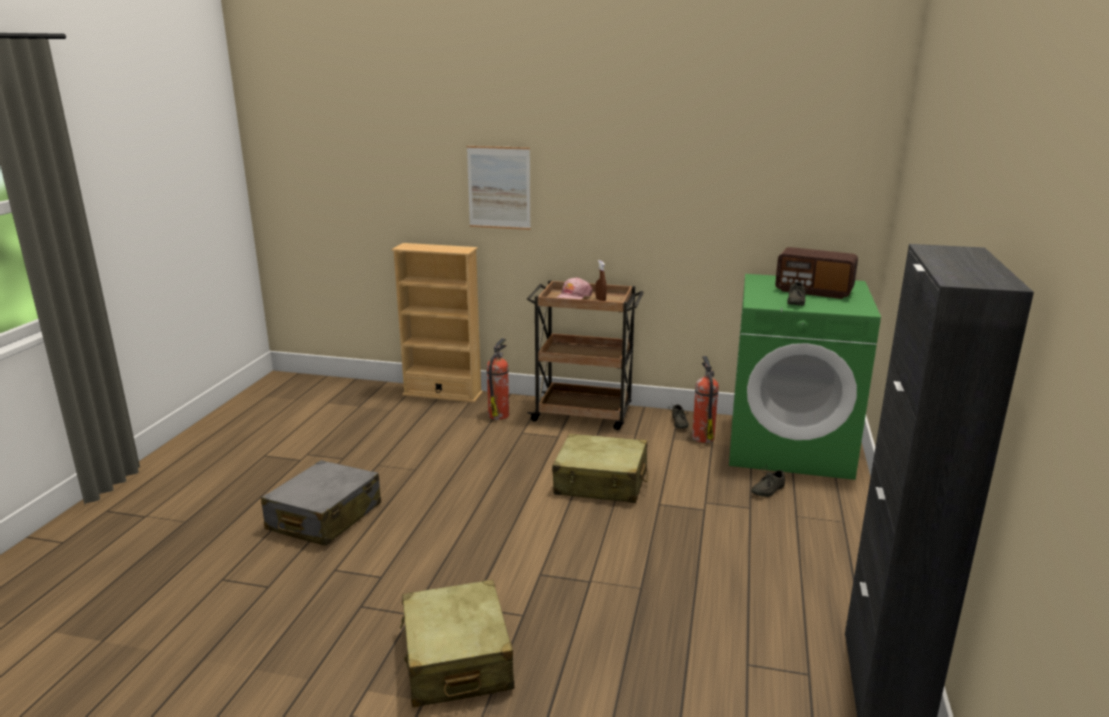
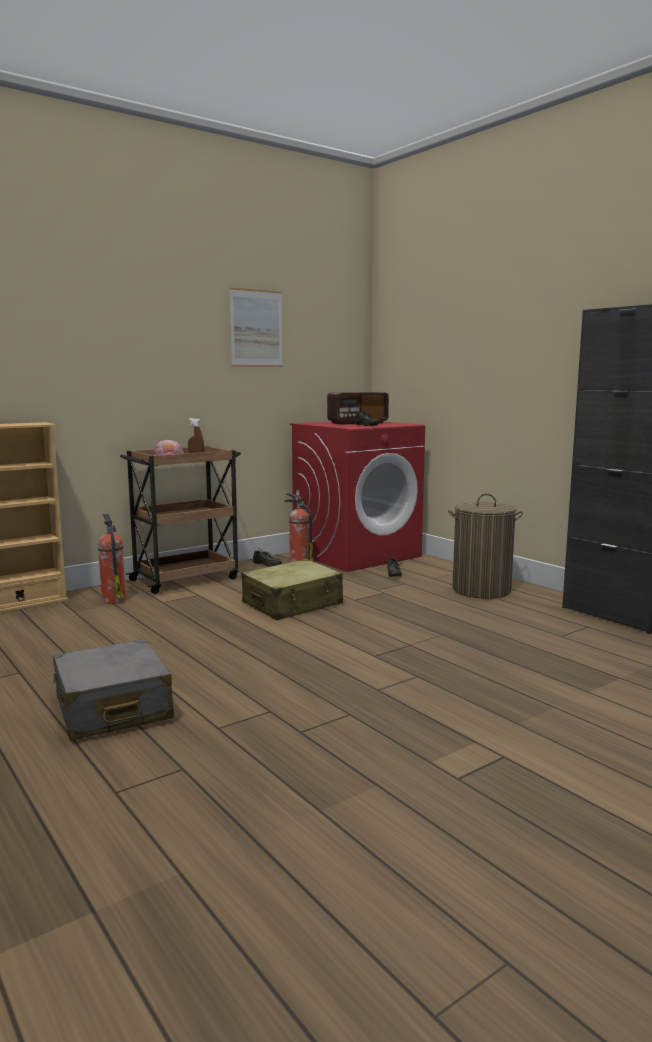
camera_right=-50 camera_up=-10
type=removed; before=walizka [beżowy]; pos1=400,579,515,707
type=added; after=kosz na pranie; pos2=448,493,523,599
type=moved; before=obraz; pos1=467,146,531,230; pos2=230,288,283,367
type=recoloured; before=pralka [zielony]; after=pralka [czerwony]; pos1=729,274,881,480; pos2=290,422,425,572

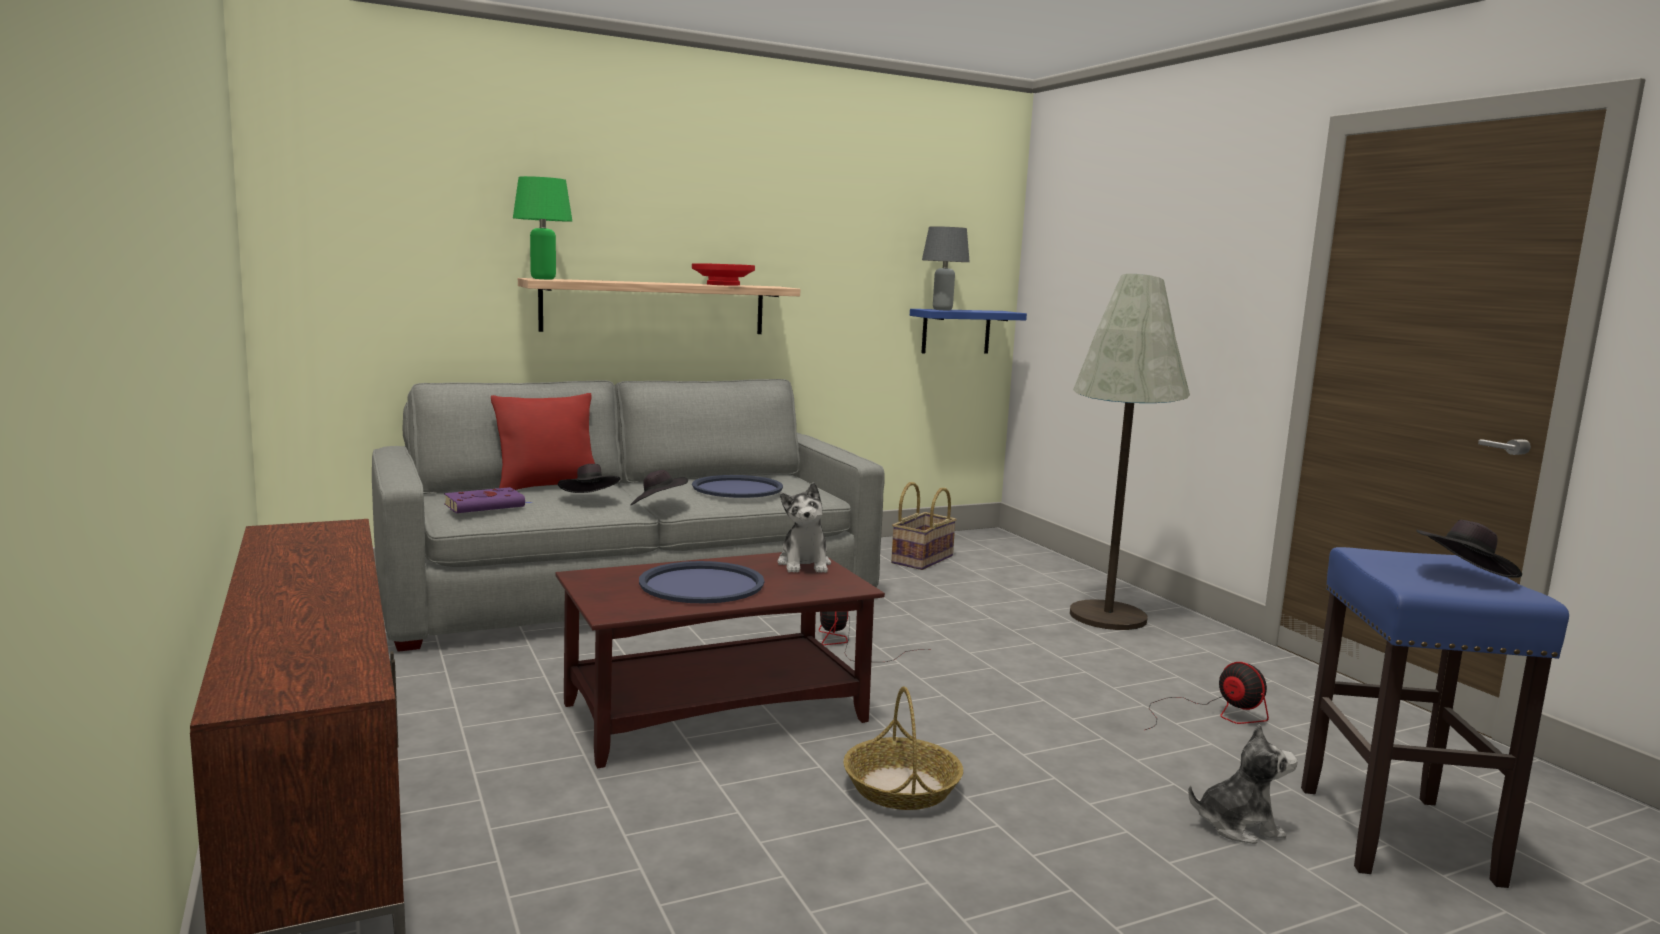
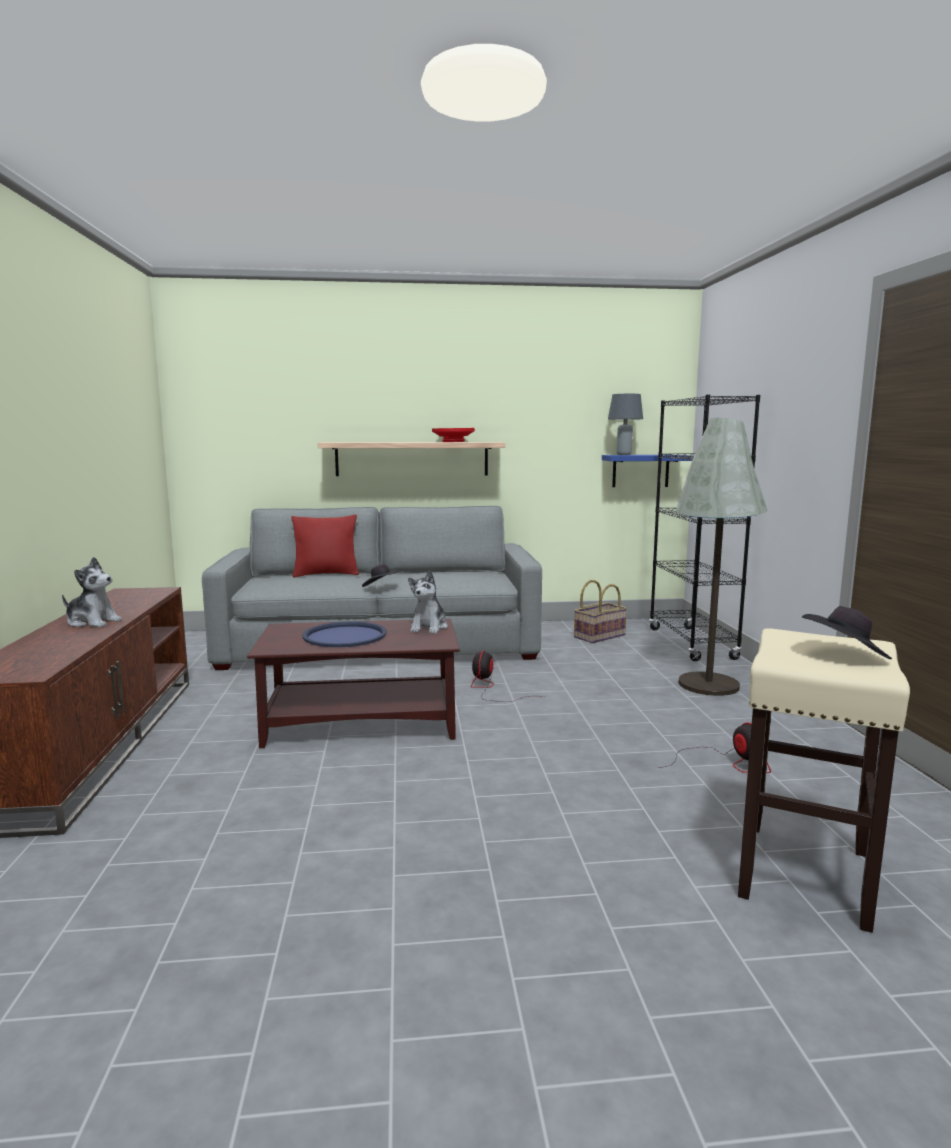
camera_right=20 camera_up=0
type=removed; before=książka [fioletowy]; pos1=444,487,531,513
type=removed; before=lampa stołowa [zielony]; pos1=513,176,572,280
type=removed; before=kapelusz [czarny]; pos1=558,464,621,493
type=removed; before=taca [niebieski]; pos1=692,475,783,498
type=removed; before=koszyk; pos1=843,687,963,810
type=added; after=regał [czarny]; pos2=649,395,760,661
type=moved; before=pluszak; pos1=1188,724,1297,844; pos2=62,557,122,627
type=recoloured; before=stołek [niebieski]; after=stołek [beżowy]; pos1=1301,547,1569,888; pos2=738,629,910,933

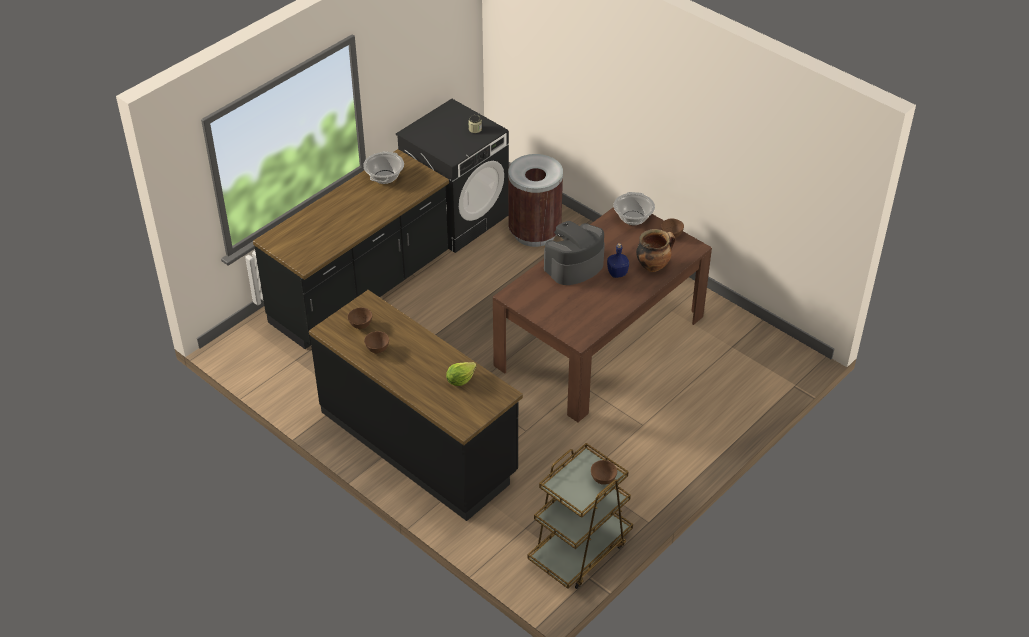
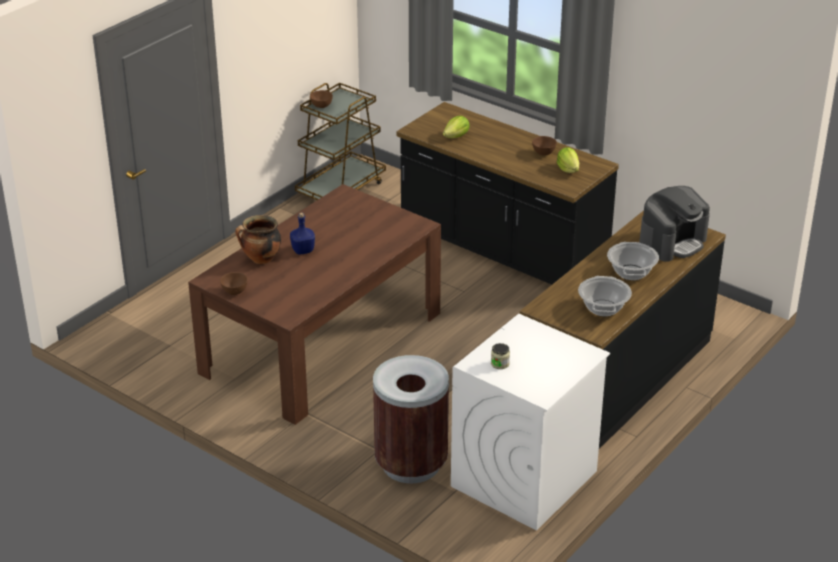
camera_right=175 camera_up=-10
type=moved; before=ekspres do kawy; pos1=544,221,605,285; pos2=639,186,710,262
type=moved; before=garnek; pos1=613,192,655,225; pos2=607,242,659,280
type=replaced; before=miska [brązowy]; after=sałata; pos1=348,307,372,329; pos2=557,147,579,173
type=recoloured; before=pralka [czarny]; after=pralka [biały]; pos1=396,99,509,253; pos2=451,314,610,531

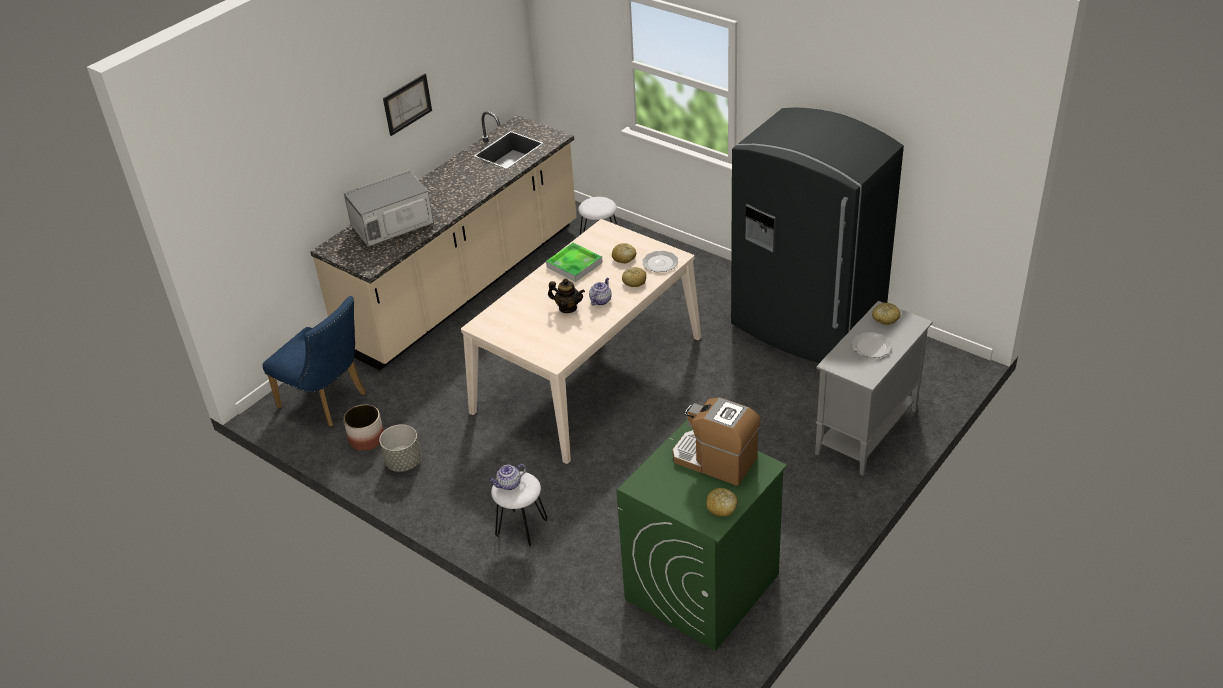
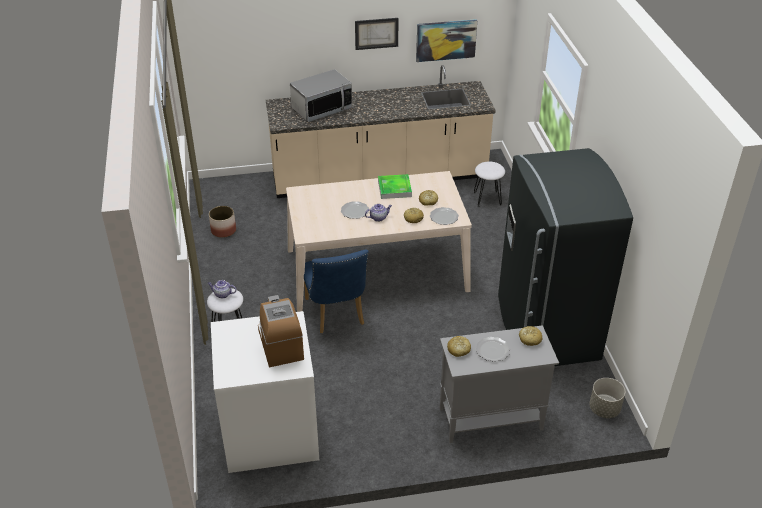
camera_right=40 camera_up=0
type=added; after=obraz; pos2=416,19,477,62
type=moved; before=krzesło [niebieski]; pos1=262,296,366,427; pos2=304,249,369,333
type=moved; before=donica [szary]; pos1=379,424,421,472; pos2=590,378,625,418
type=moved; before=chleb; pos1=706,488,738,517; pos2=447,336,471,357
type=replaced; before=imbryk; after=talerz; pos1=548,278,585,313; pos2=341,201,369,219
type=recoloured; before=pralka [zielony]; after=pralka [biały]; pos1=616,420,787,651; pos2=211,311,319,473
type=turned; before=mikrofalówka; pos1=344,170,434,247; pos2=290,69,352,122; turn=135

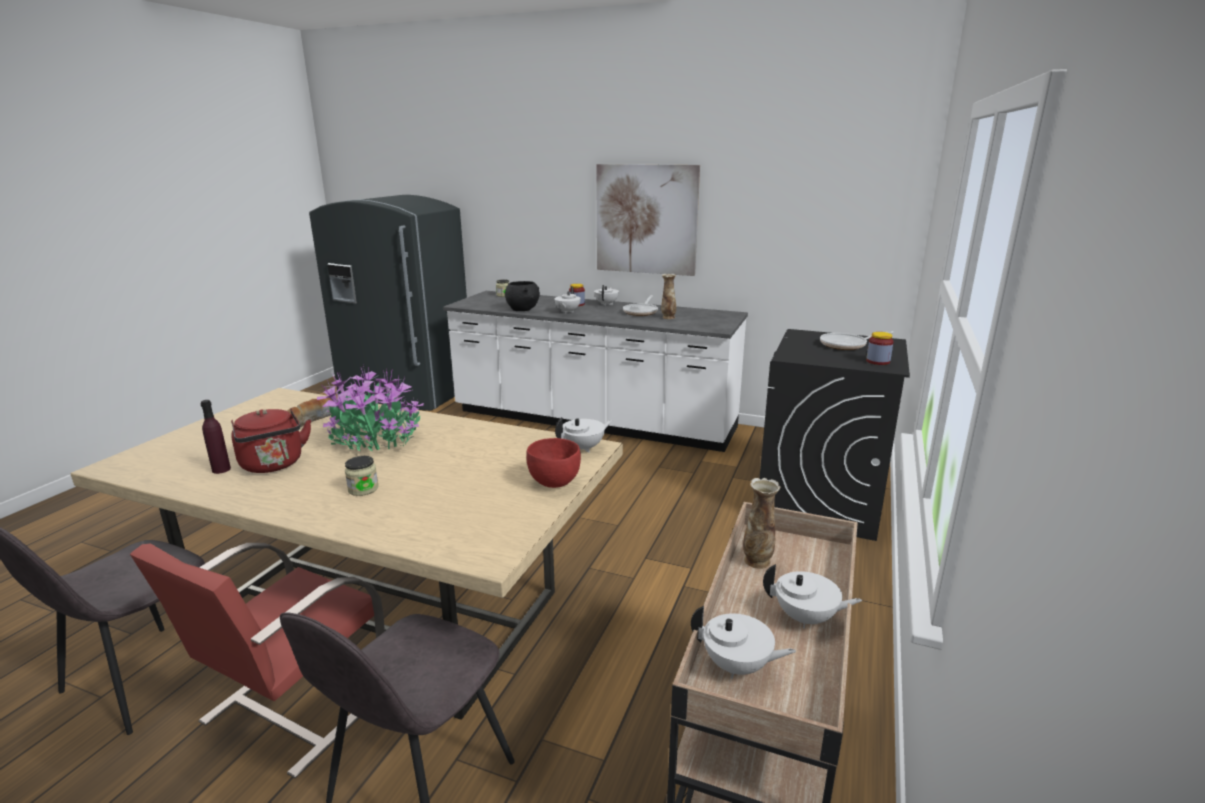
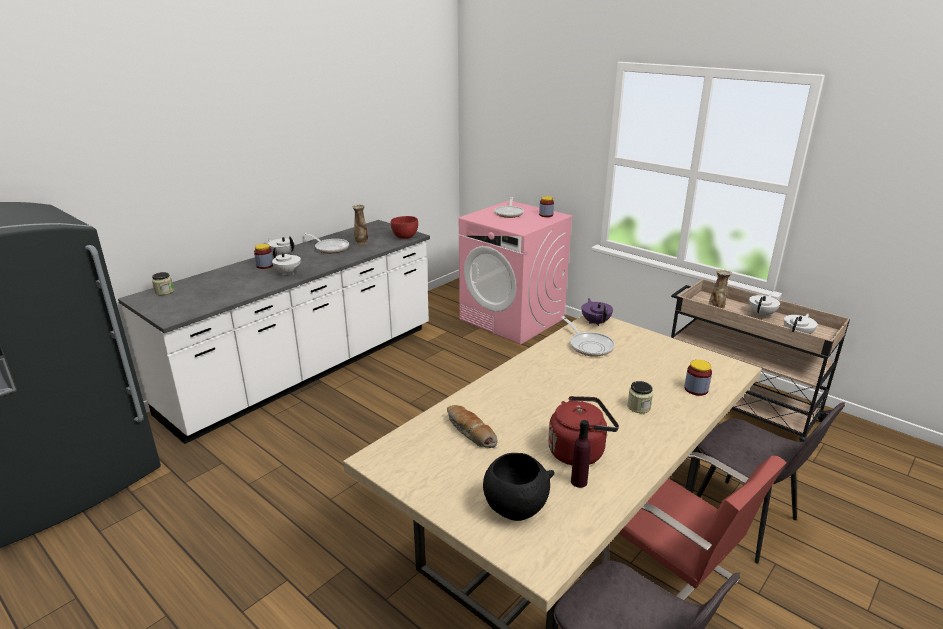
camera_right=-70 camera_up=5
type=removed; before=roślina doniczkowa; pos1=317,366,424,452
type=removed; before=obraz; pos1=596,164,700,276
type=added; after=patelnia; pos2=561,316,615,357
type=added; after=słoik; pos2=684,360,712,396
type=moved; before=miska [czarny]; pos1=505,281,540,311; pos2=483,453,554,521
type=moved; before=miska [czerwony]; pos1=526,438,581,488; pos2=391,216,418,239
type=recoloured; before=imbryk [biały]; after=imbryk [fioletowy]; pos1=555,417,613,453; pos2=582,298,613,326
type=recoloured; before=pralka [czarny]; after=pralka [różowy]; pos1=759,329,910,541; pos2=459,201,573,344

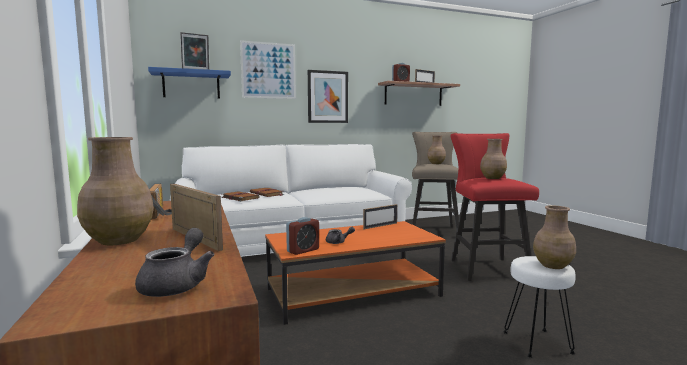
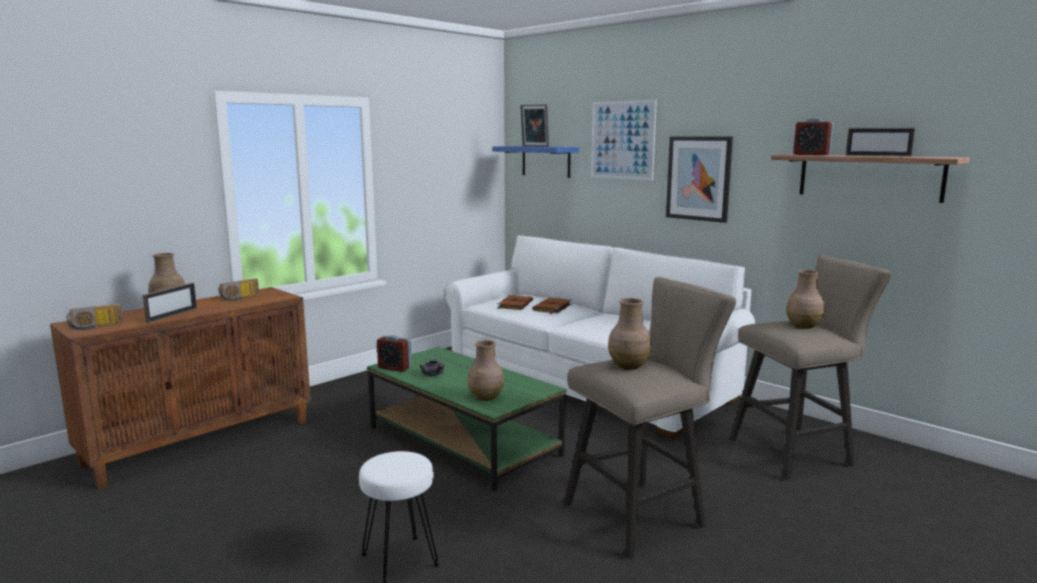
camera_right=65 camera_up=5
type=removed; before=ramka na zdjęcie; pos1=363,204,397,229
type=moved; before=wazon [brązowy]; pos1=533,205,576,269; pos2=468,340,504,401
type=replaced; before=imbryk [szary]; after=radio; pos1=135,228,214,297; pos2=67,304,123,330
type=recoloured; before=ława [pomarańczowy]; after=ława [zielony]; pos1=265,221,446,325; pos2=367,347,567,492
type=recoloured; before=stołek [czerwony]; after=stołek [beżowy]; pos1=450,133,539,281; pos2=564,277,736,559

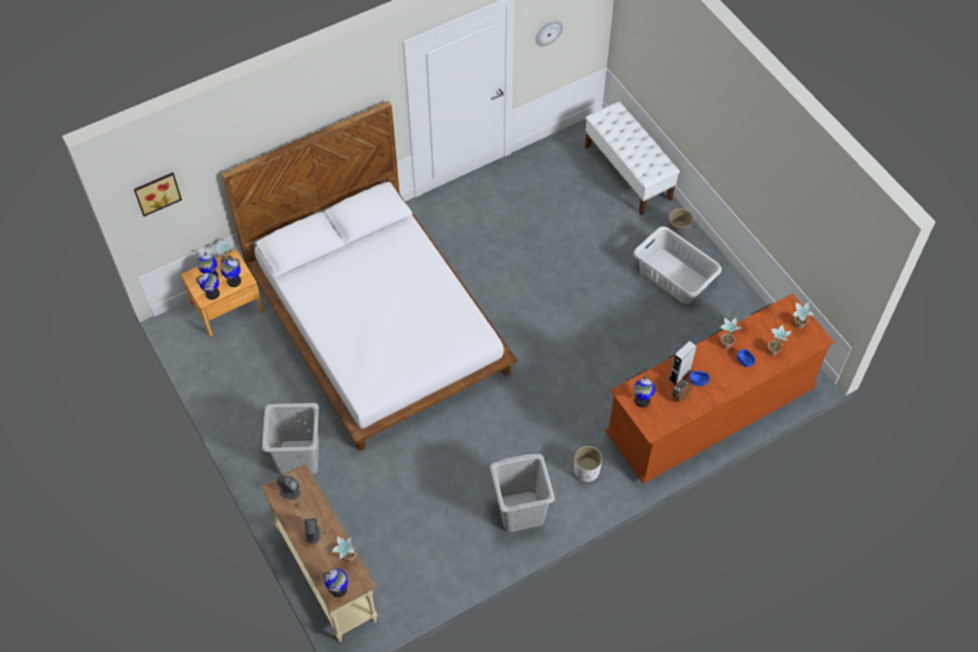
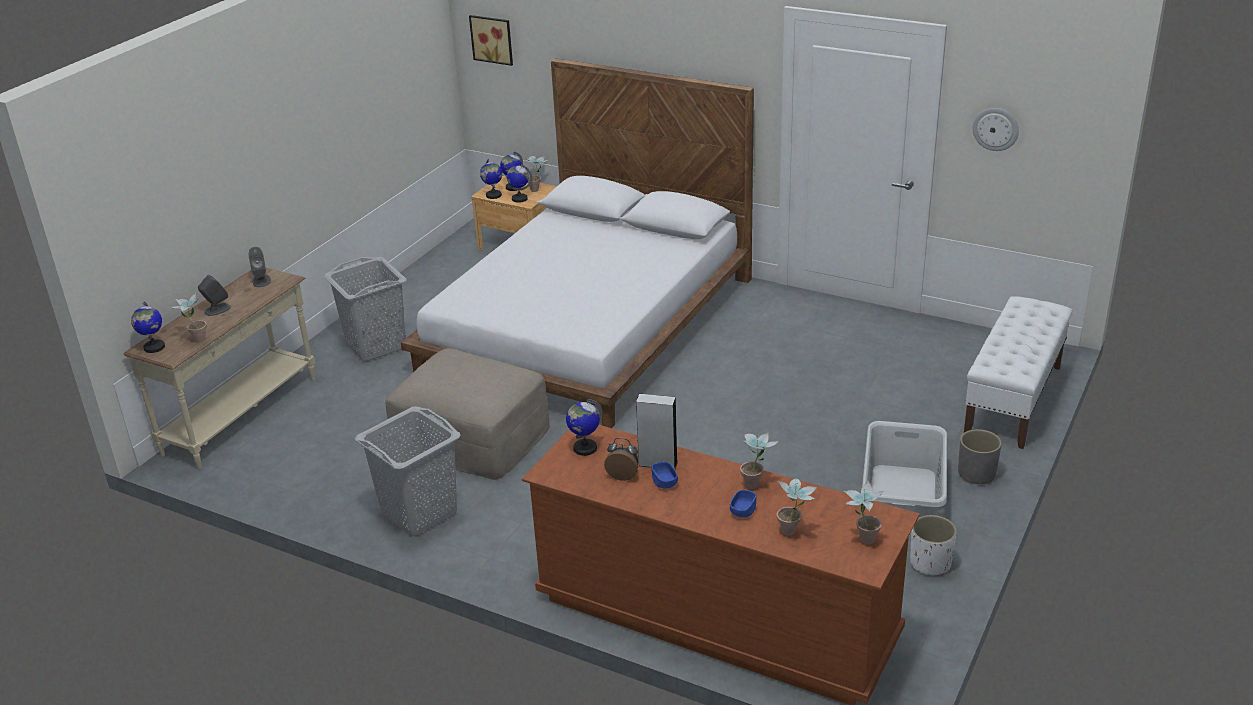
camera_right=60 camera_up=-25
type=added; after=pufa [beżowy]; pos2=385,348,550,480
type=moved; before=donica [biały]; pos1=574,446,602,482; pos2=910,515,957,575

